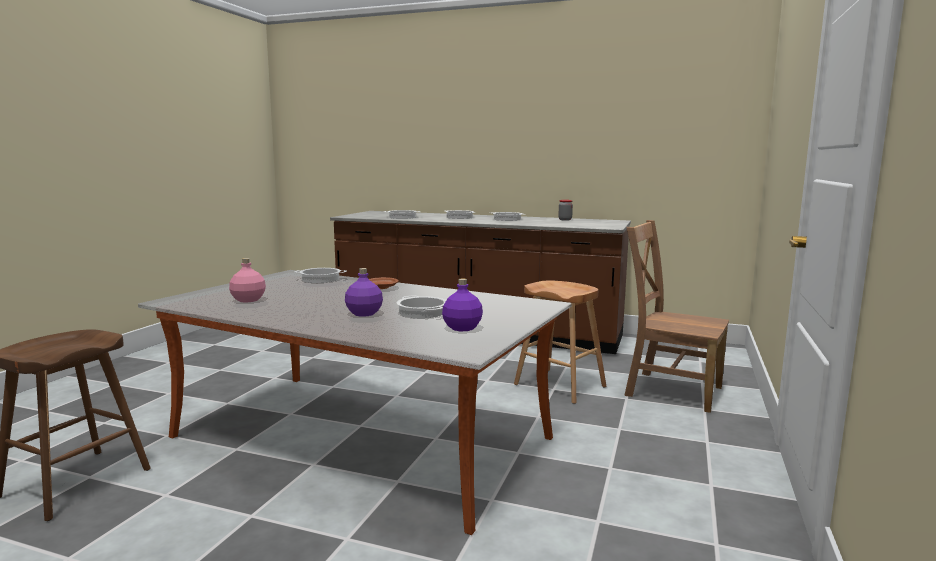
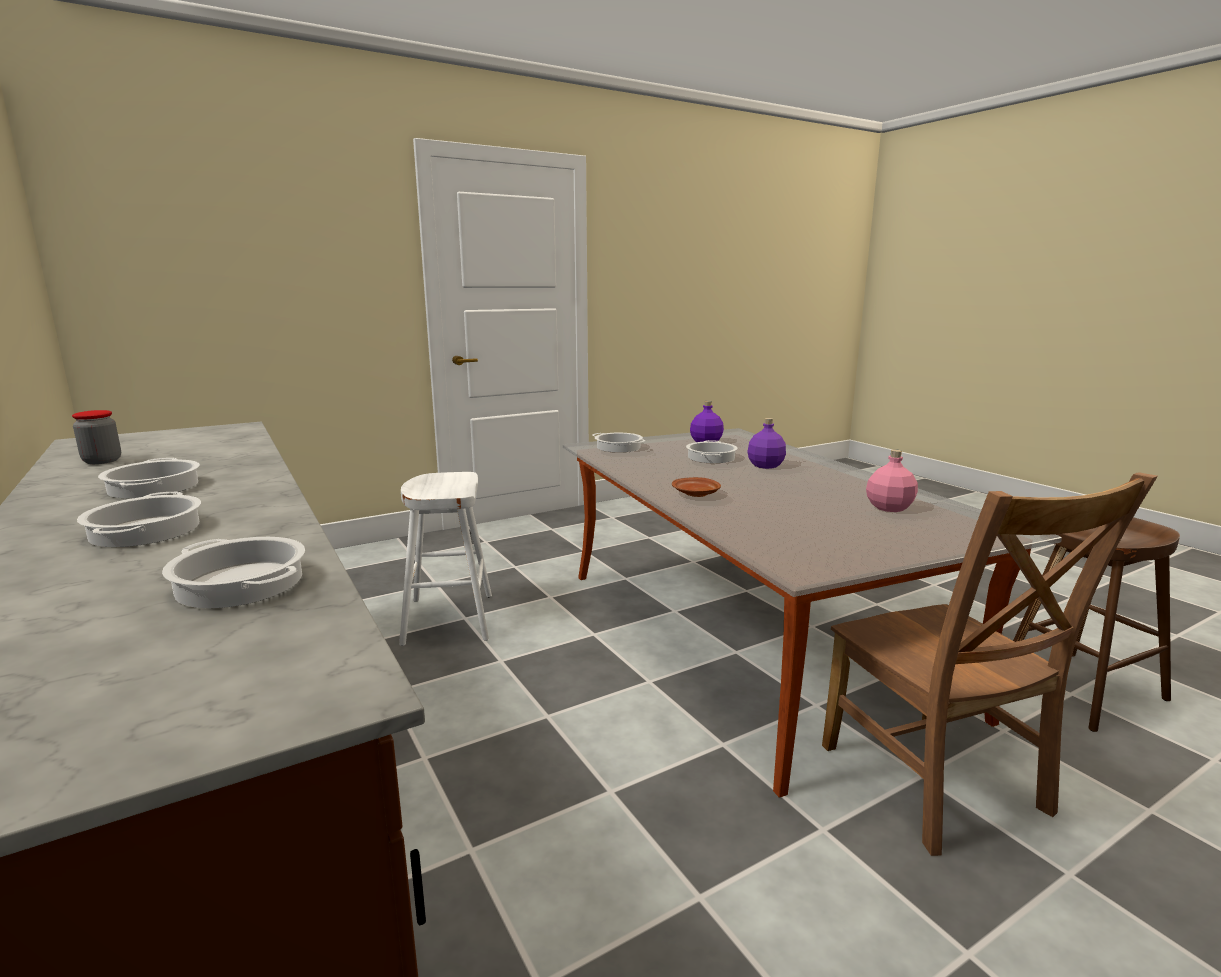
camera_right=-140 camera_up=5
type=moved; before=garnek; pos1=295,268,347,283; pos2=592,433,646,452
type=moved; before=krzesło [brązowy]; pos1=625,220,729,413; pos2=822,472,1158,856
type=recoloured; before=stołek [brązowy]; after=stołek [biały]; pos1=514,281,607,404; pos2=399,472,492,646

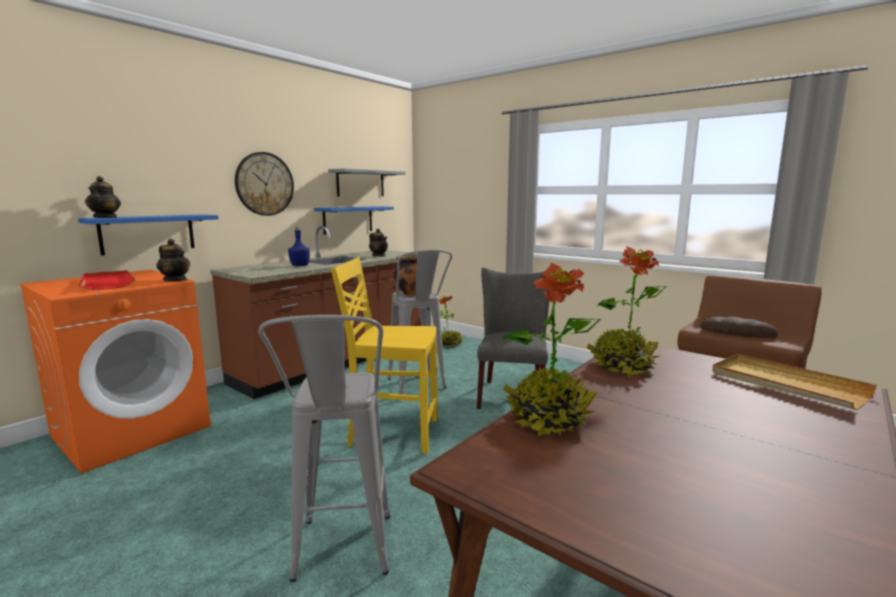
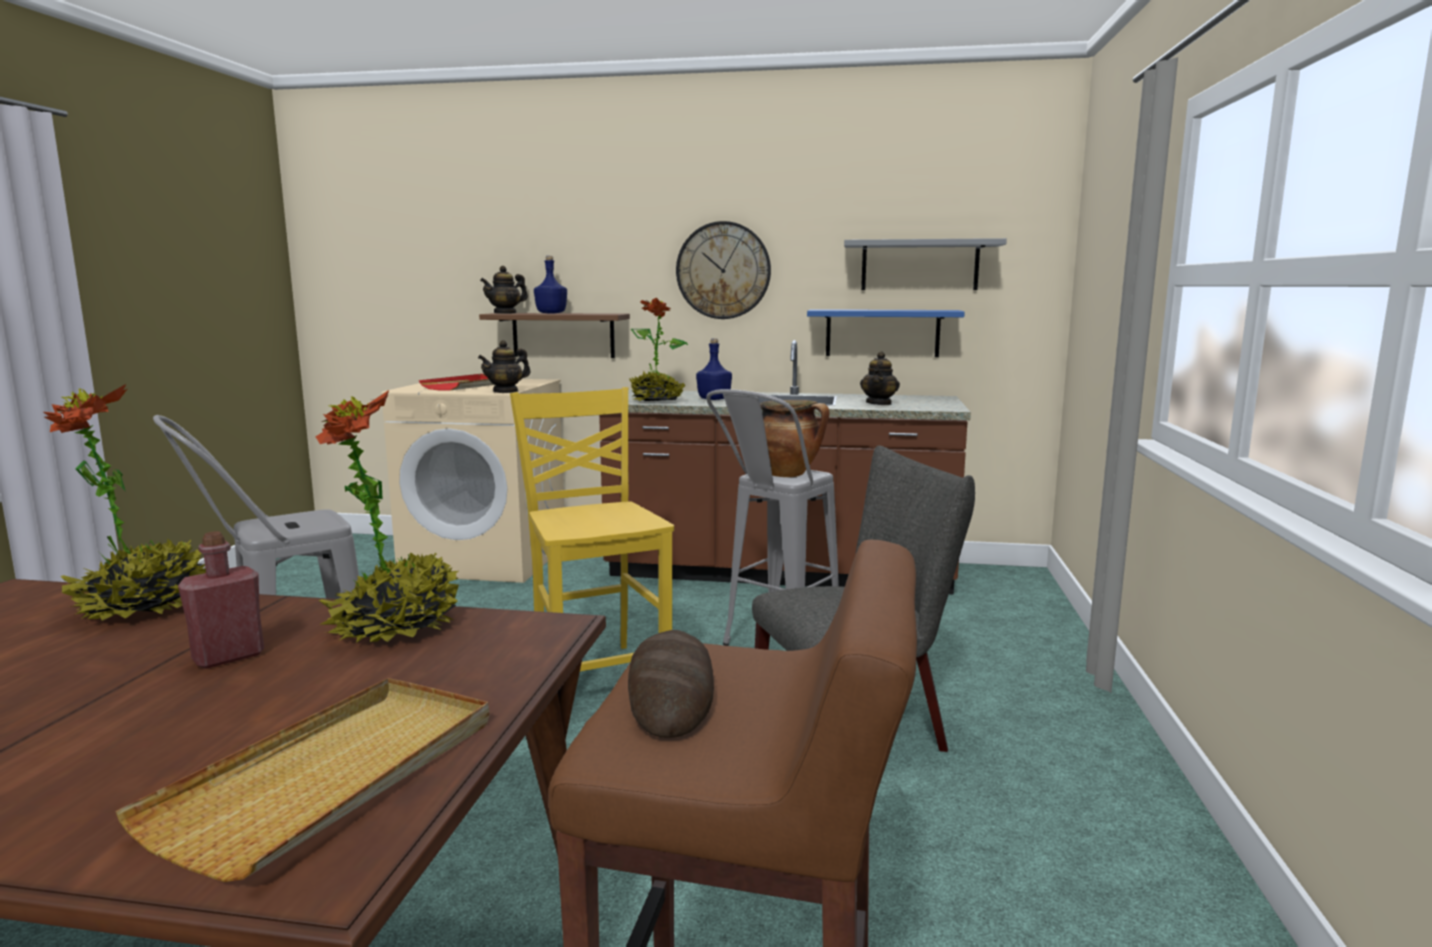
camera_right=60 camera_up=0
type=added; after=butelka [czerwony]; pos2=178,531,264,669
type=added; after=butelka [niebieski]; pos2=534,256,567,313
type=moved; before=roślina doniczkowa; pos1=438,295,463,347; pos2=629,297,688,401
type=recoloured; before=pralka [pomarańczowy]; after=pralka [beżowy]; pos1=20,270,211,474; pos2=382,379,564,583
type=recoloured; before=półka [niebieski]; after=półka [brązowy]; pos1=78,214,219,256; pos2=479,313,630,358
type=turned; before=imbryk; pos1=156,239,190,281; pos2=478,340,530,393; turn=45

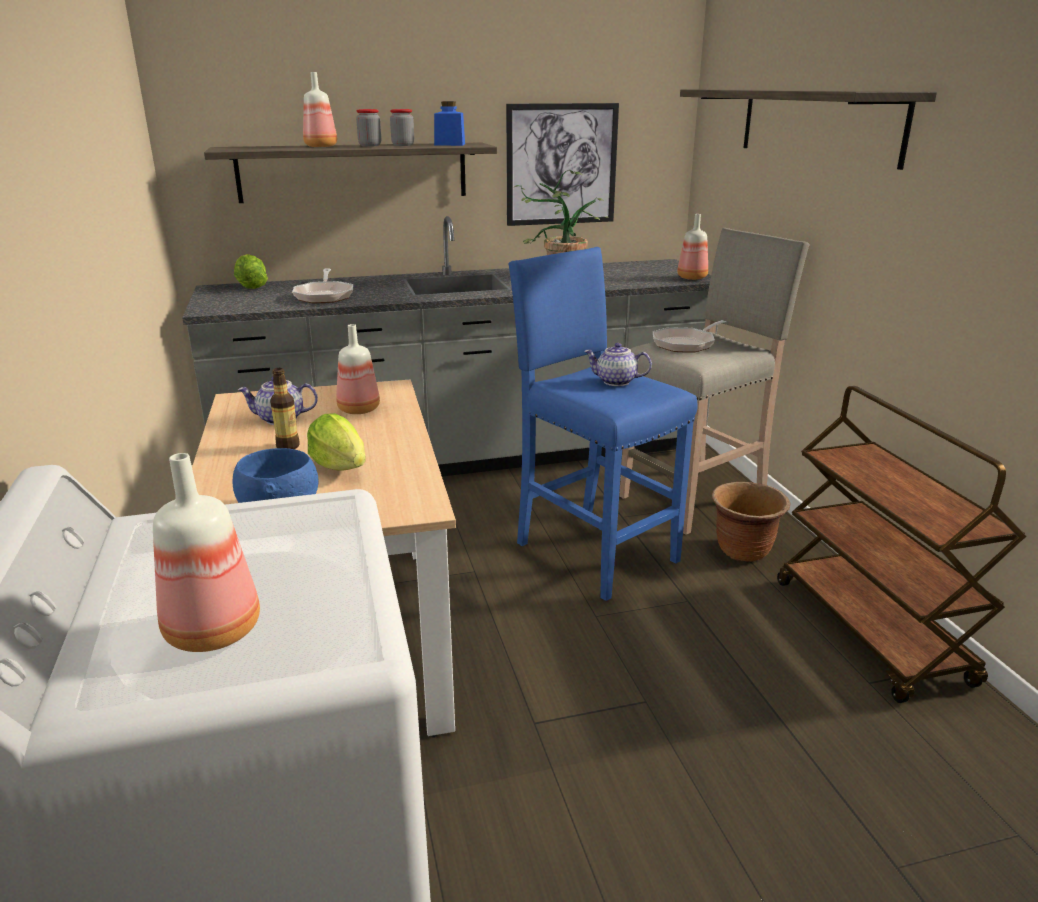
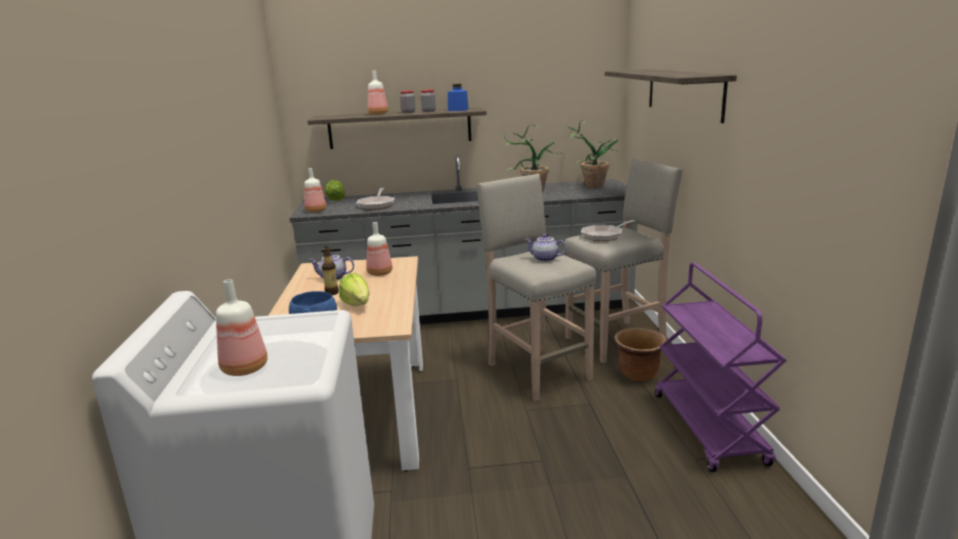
camera_right=10 camera_up=-5
type=removed; before=obraz; pos1=506,103,619,226
type=added; after=roślina doniczkowa; pos2=568,120,624,188
type=moved; before=butelka; pos1=677,214,708,280; pos2=304,168,326,213
type=recoloured; before=stołek [niebieski]; after=stołek [beżowy]; pos1=508,247,698,601; pos2=476,174,596,401
type=recoloured; before=wózek [brązowy]; after=wózek [fioletowy]; pos1=777,386,1026,703; pos2=655,263,787,472

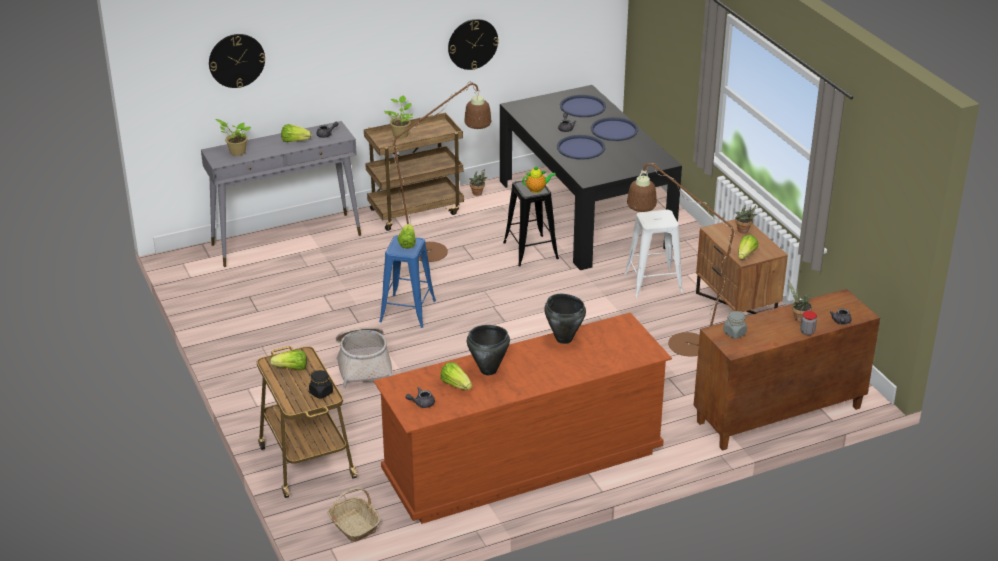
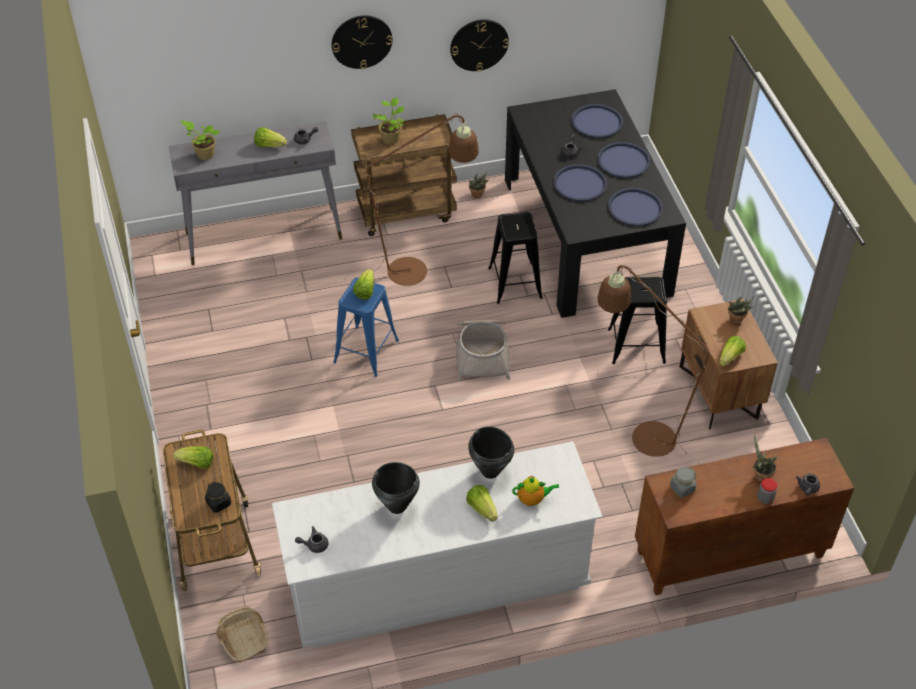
camera_right=10 camera_up=15
type=added; after=taca [niebieski]; pos2=608,188,663,226
type=moved; before=zegar ścienny; pos1=209,34,265,88; pos2=332,15,392,69
type=moved; before=koszyk; pos1=336,327,392,388; pos2=456,320,510,382
type=moved; before=sałata; pos1=440,362,472,390; pos2=466,485,498,522
type=moved; before=imbryk; pos1=522,166,556,193; pos2=512,476,559,506
type=recoloured; before=komoda [brązowy]; after=komoda [biały]; pos1=374,313,672,524; pos2=272,441,603,648
type=recoloured; before=stołek [biały]; after=stołek [czarny]; pos1=624,210,683,297; pos2=608,277,667,364

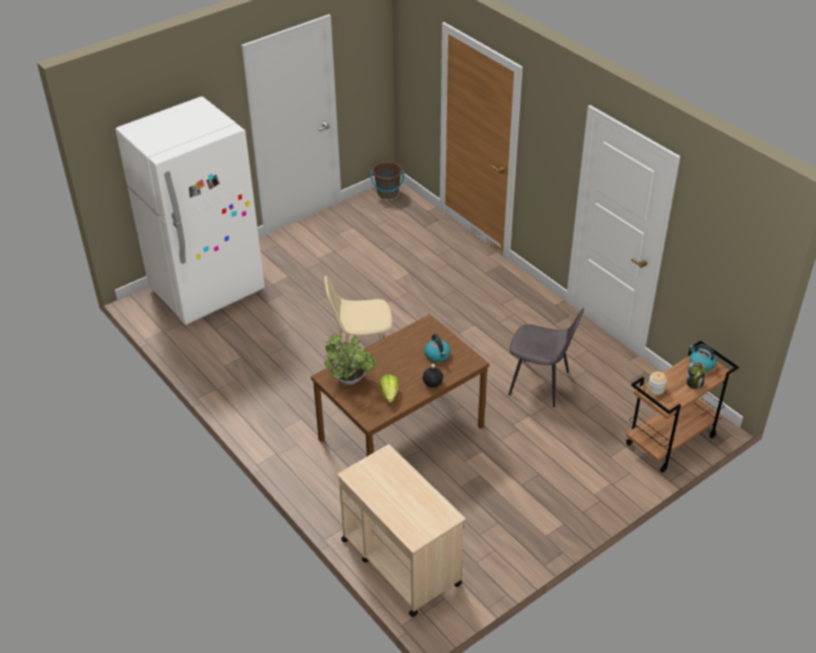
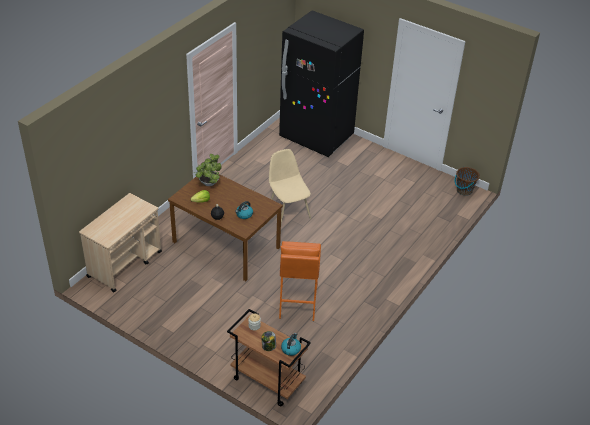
camera_right=70 camera_up=0
type=replaced; before=krzesło [szary]; after=stołek [pomarańczowy]; pos1=508,308,584,407; pos2=279,241,321,321
type=recoloured; before=lodówka [biały]; after=lodówka [czarny]; pos1=115,96,265,325; pos2=279,10,364,157

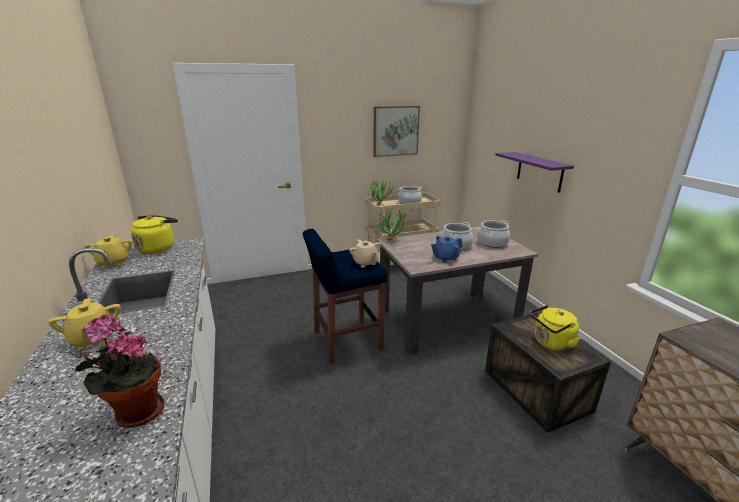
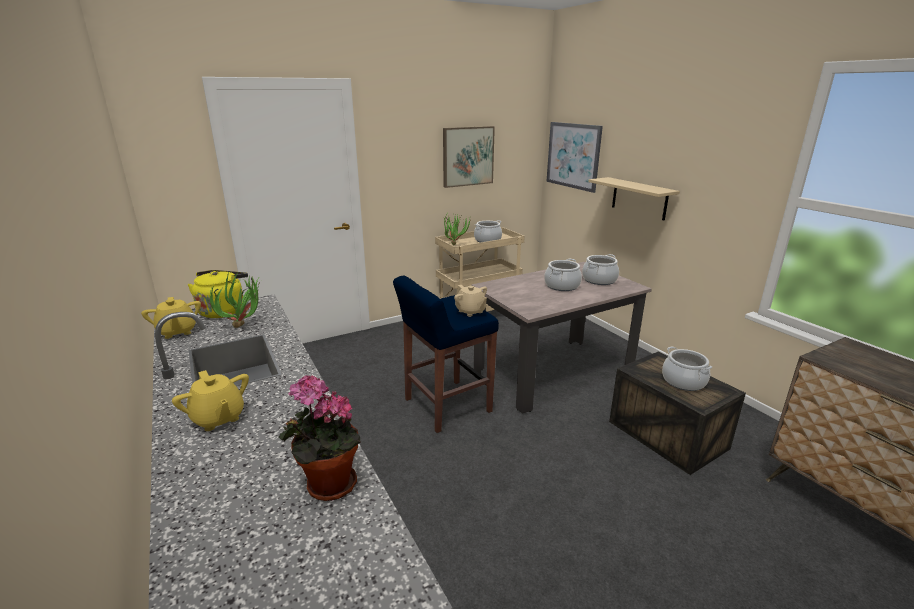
camera_right=-10 camera_up=0
type=removed; before=imbryk [niebieski]; pos1=431,236,463,263
type=added; after=obraz; pos2=546,122,603,193
type=moved; before=roślina doniczkowa; pos1=379,207,407,241; pos2=210,272,261,328
type=replaced; before=czajnik [żółty]; after=garnek; pos1=530,305,581,351; pos2=662,347,712,391
type=recoloured; before=półka [fioletowy]; after=półka [beżowy]; pos1=495,152,574,192; pos2=588,177,680,221

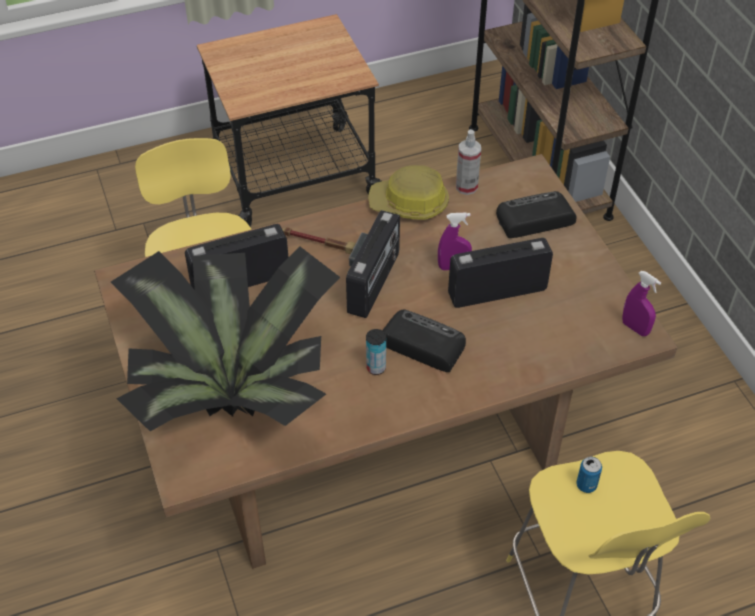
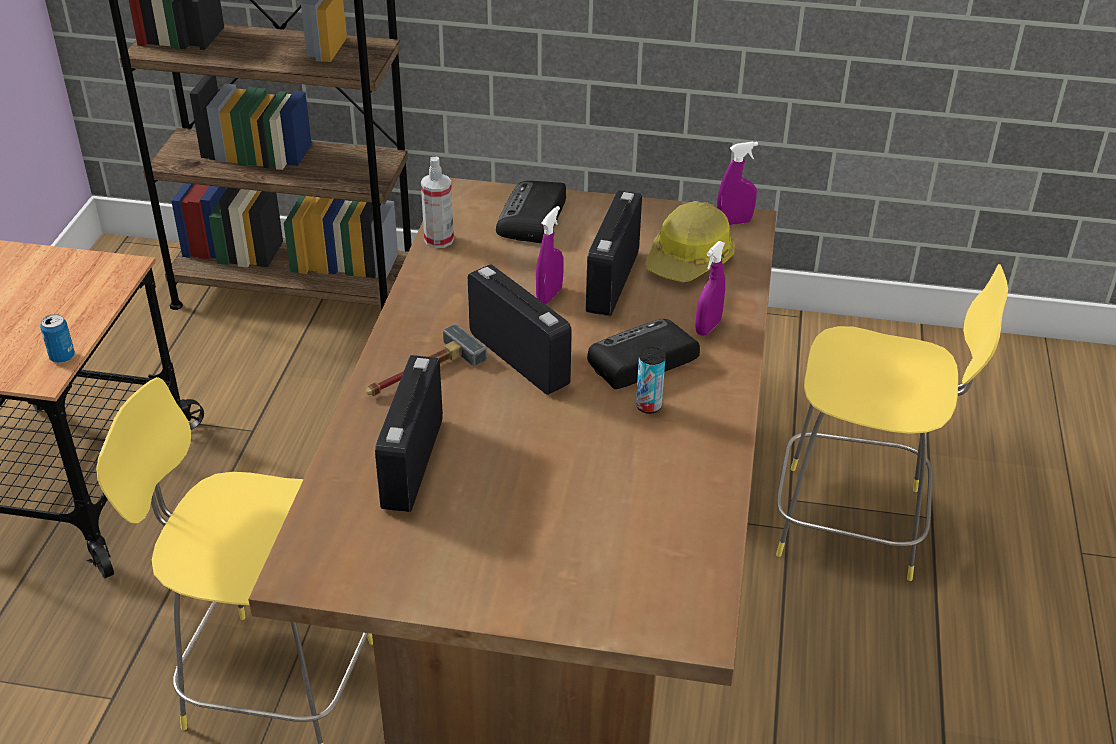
camera_right=-60 camera_up=-10
type=removed; before=roślina doniczkowa; pos1=111,246,340,431
type=added; after=spryskiwacz [fioletowy]; pos2=695,241,725,336
type=moved; before=kask; pos1=368,165,449,220; pos2=645,201,735,282
type=moved; before=puszka; pos1=576,457,602,493; pos2=40,314,75,363

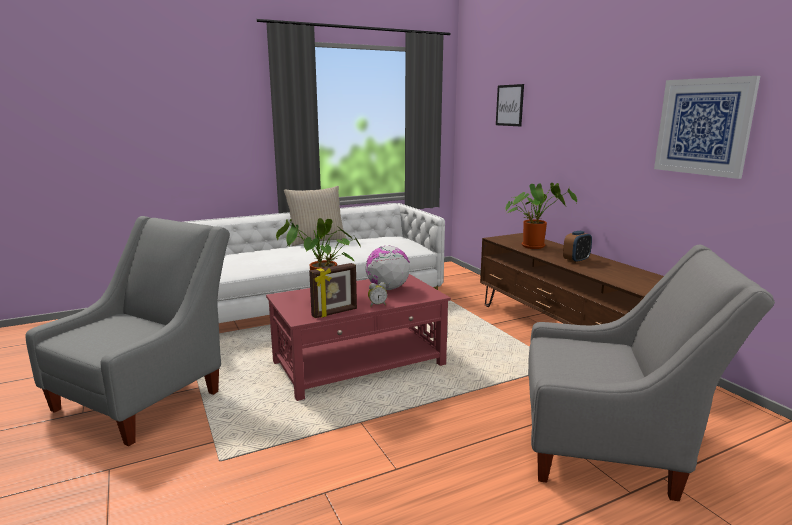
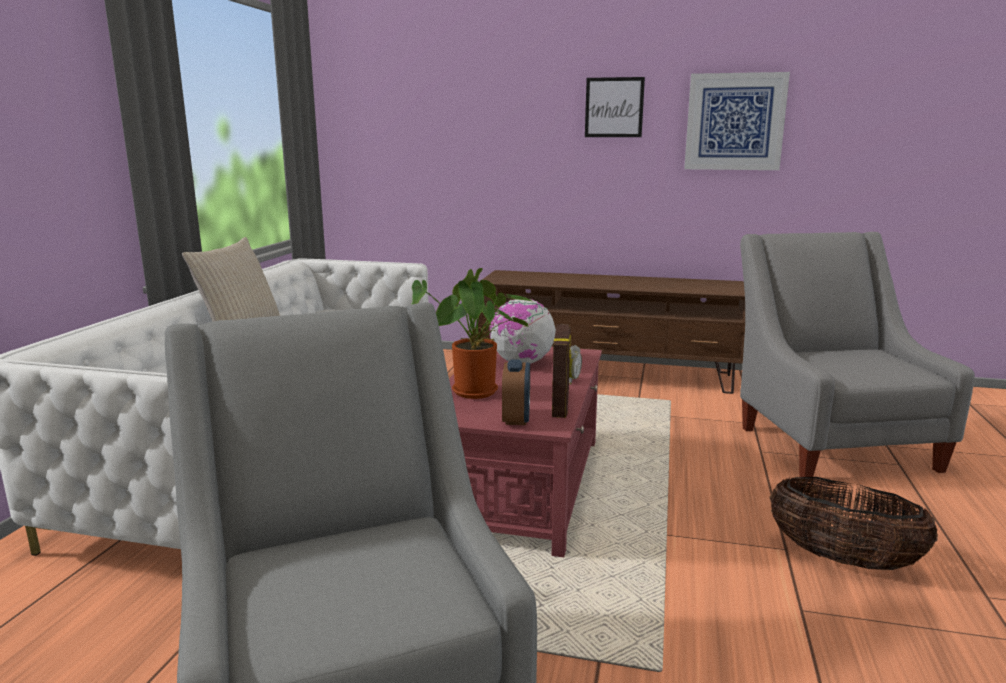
camera_right=-50 camera_up=0
type=removed; before=roślina doniczkowa; pos1=505,183,577,249
type=added; after=koszyk; pos2=769,477,938,570
type=moved; before=obraz; pos1=496,84,524,126; pos2=585,77,645,137
type=moved; before=budzik; pos1=563,231,592,263; pos2=502,359,530,425
type=turned; before=fotel [szary]; pos1=528,245,775,501; pos2=740,232,975,481; turn=-60

